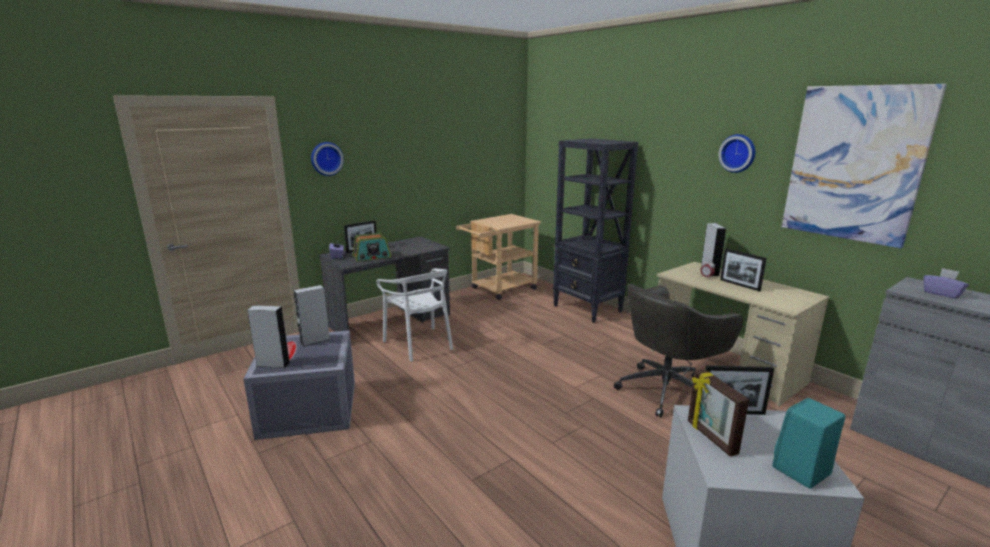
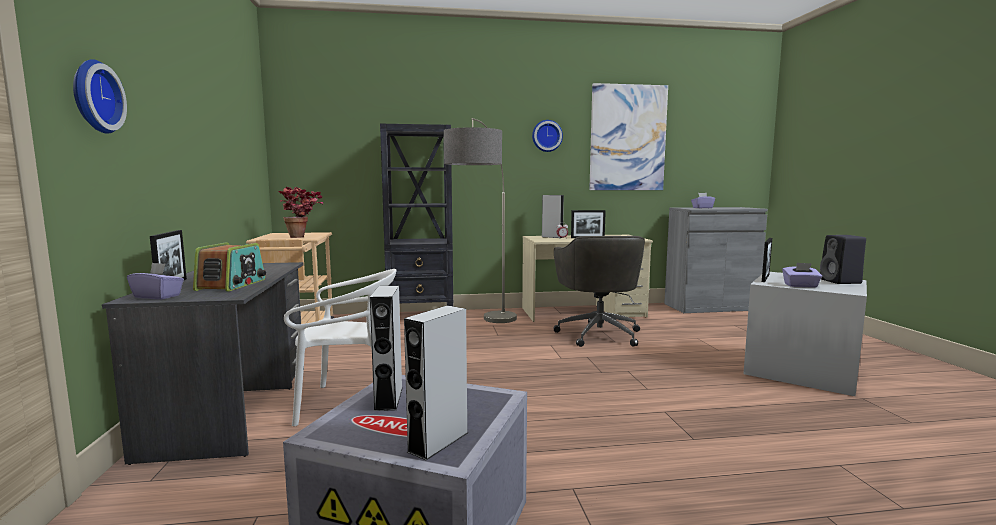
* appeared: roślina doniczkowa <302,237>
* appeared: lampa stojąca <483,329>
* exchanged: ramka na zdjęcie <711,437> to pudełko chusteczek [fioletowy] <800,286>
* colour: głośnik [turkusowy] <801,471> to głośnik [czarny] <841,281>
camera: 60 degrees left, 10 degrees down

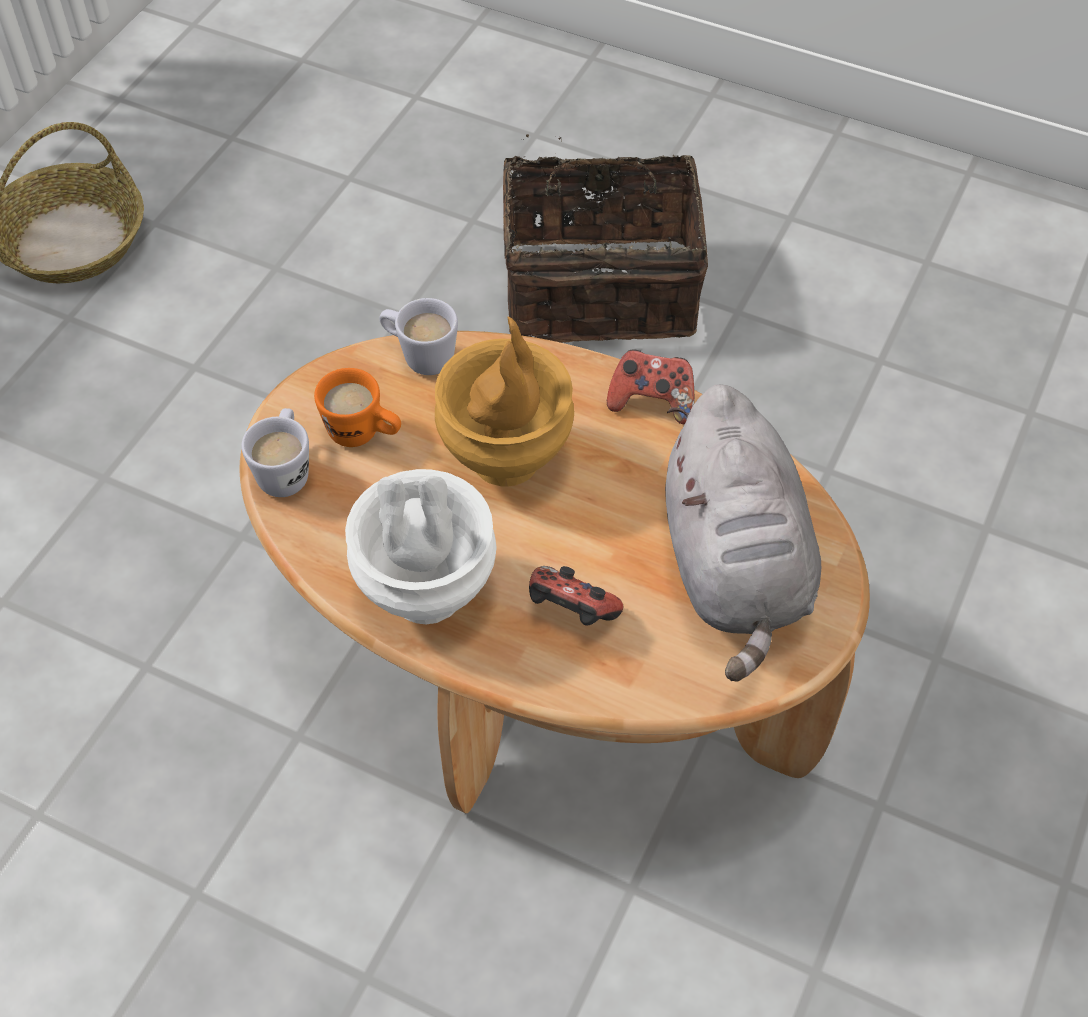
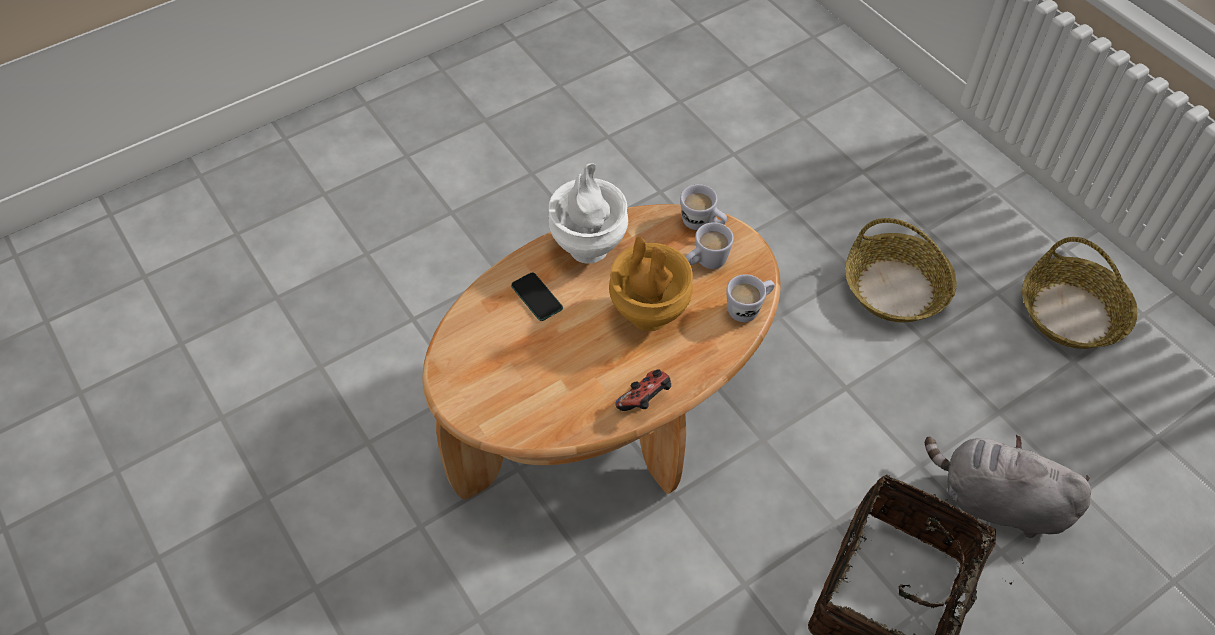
* exchanged: pad do gier <571,612> to telefon <536,297>
* colour: kubek [pomarańczowy] <363,435> to kubek [biały] <705,263>
* appeared: koszyk <896,289>
* relocated: pluszak [szary] <734,568> to <996,502>
camera: 120 degrees right, 0 degrees up

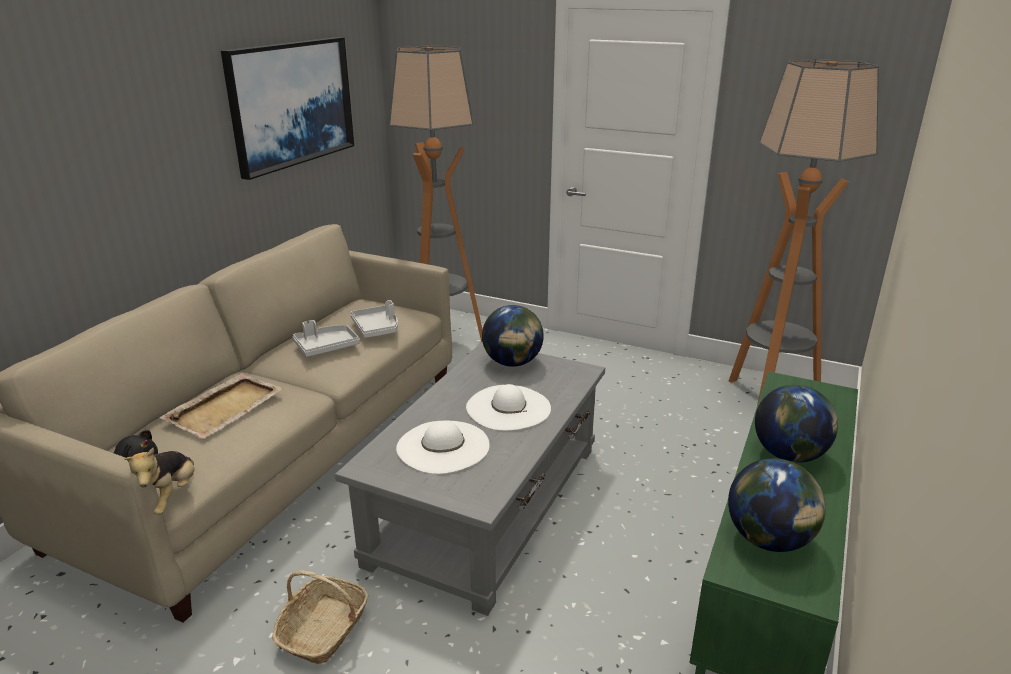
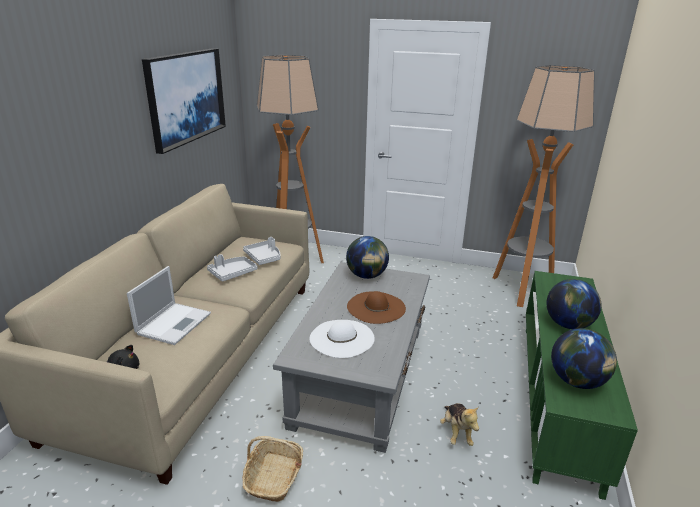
* exchanged: taca [beżowy] <225,407> to laptop <174,323>
* colour: kapelusz [biały] <508,407> to kapelusz [brązowy] <376,307>
* relocated: pluszak <169,498> to <456,432>
camera: 10 degrees left, 0 degrees up

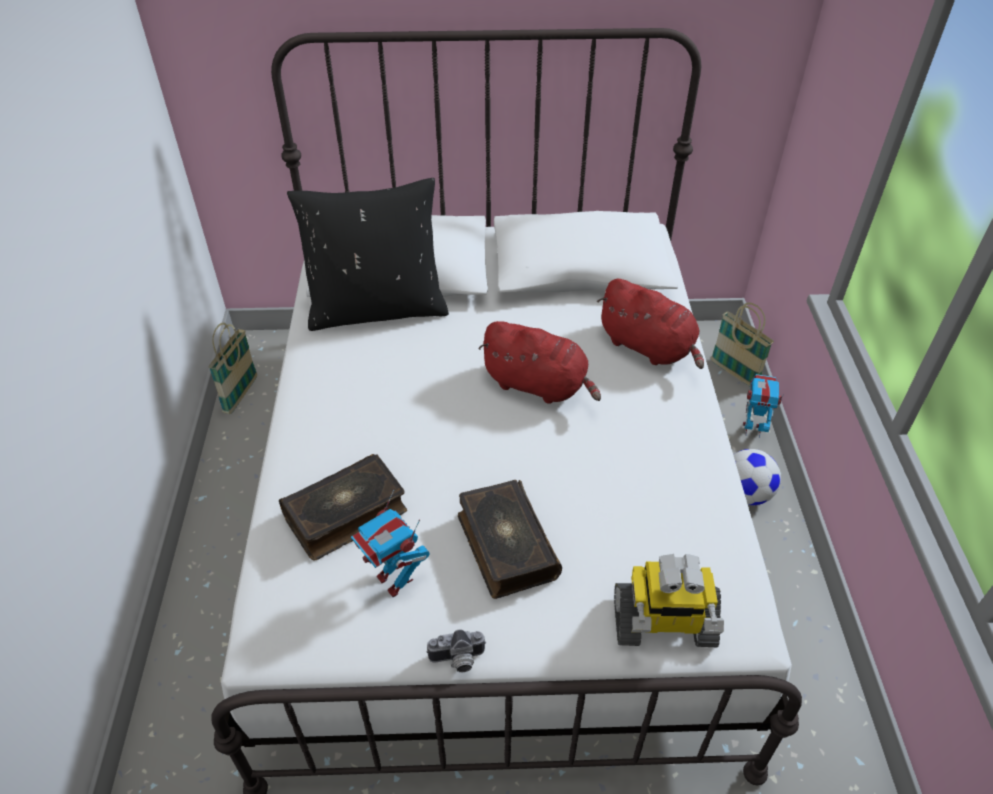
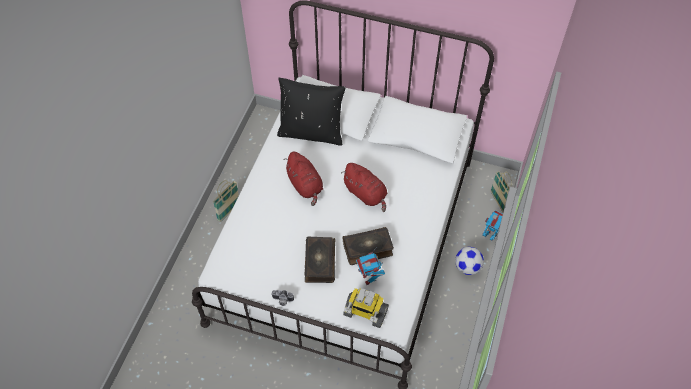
* relocated: koszyk <241,395> to <229,211>
* relocated: pluszak [czerwony] <649,347> to <305,185>
* relocated: książka <346,514> to <368,249>
* relocated: robot zabawkowy <395,580> to <369,278>
camera: 20 degrees right, 10 degrees up

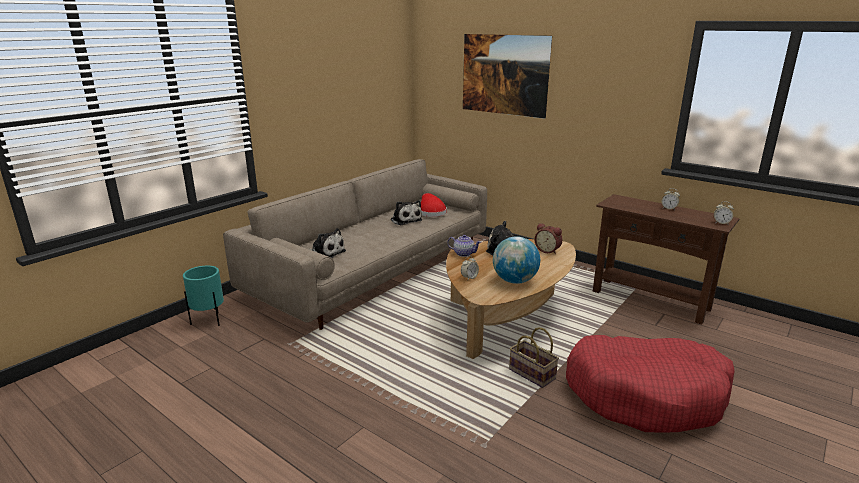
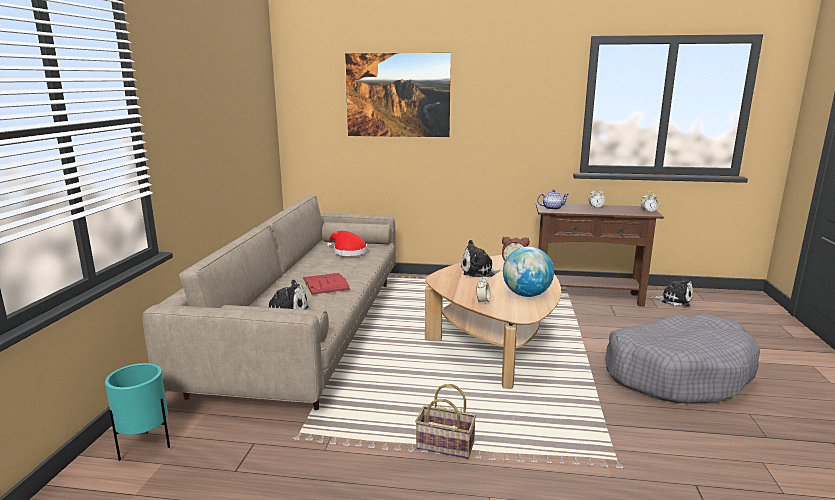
* appeared: książka [czerwony] <325,284>
* relocated: koszyk <530,374> to <443,446>
* relocated: imbryk <463,253> to <552,208>
* colour: legowisko [czerwony] <646,394> to legowisko [szary] <677,373>
* relocated: pluszak <405,220> to <674,300>
camera: 30 degrees left, 5 degrees down

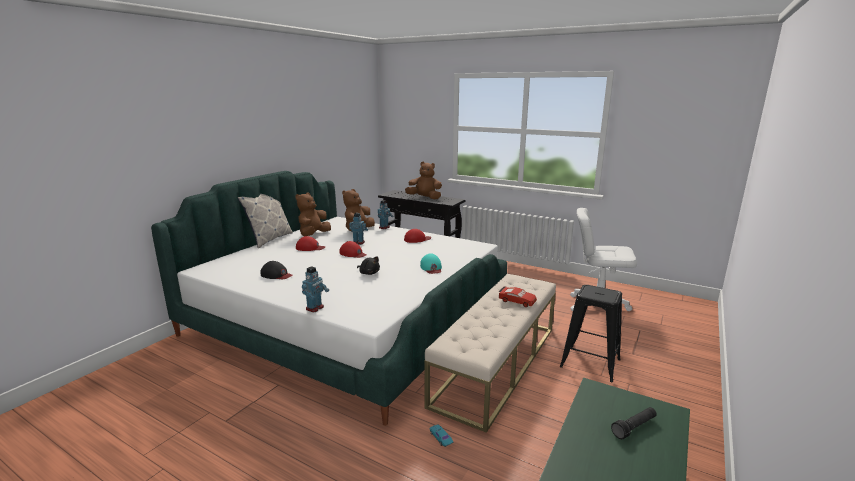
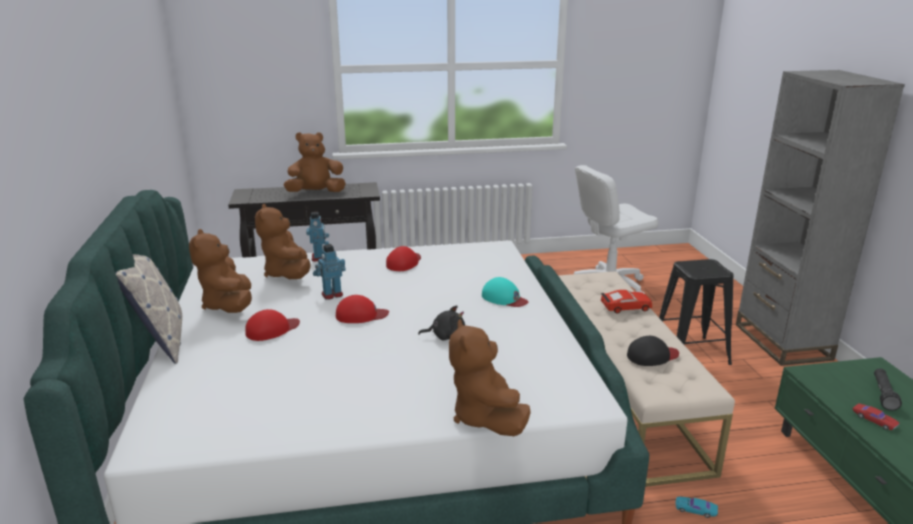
* exchanged: robot zabawkowy <315,308> to pluszak [brązowy] <486,417>
* relocated: czapka z daszkiem [czarny] <276,275> to <652,356>
* appeared: regał [szary] <782,342>
* appeared: samochodzik [czerwony] <874,420>
camera: 40 degrees left, 5 degrees up

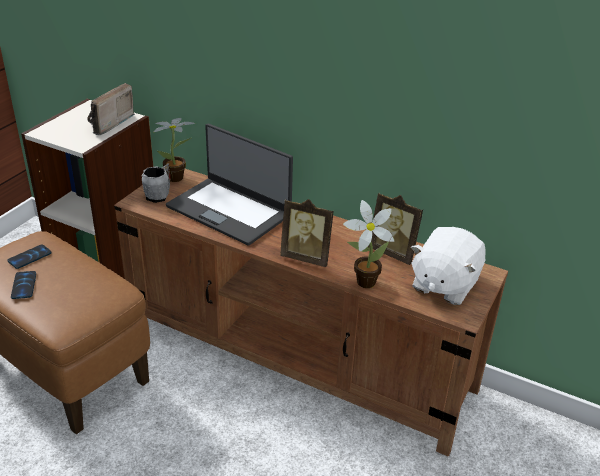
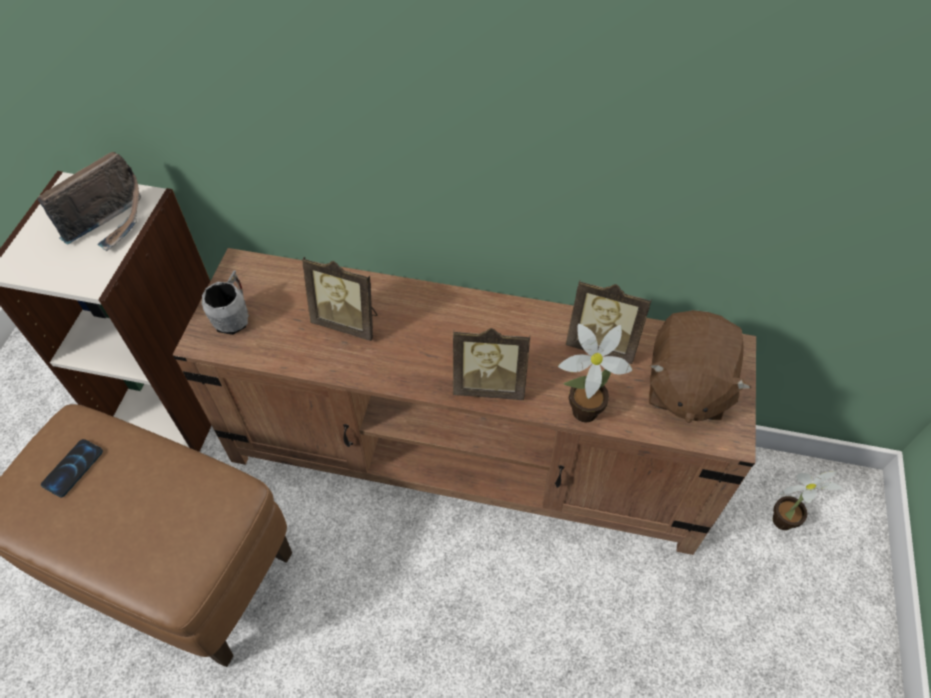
* spun: radio <106,124> = <112,223> 150 degrees counterclockwise
* exchanged: laptop <229,210> to ramka na zdjęcie <348,322>
* colour: pluszak [biały] <443,285> to pluszak [brązowy] <685,386>
* relocated: roślina doniczkowa <178,178> to <786,519>
* missing: telefon <24,285>
camera: 15 degrees left, 20 degrees up

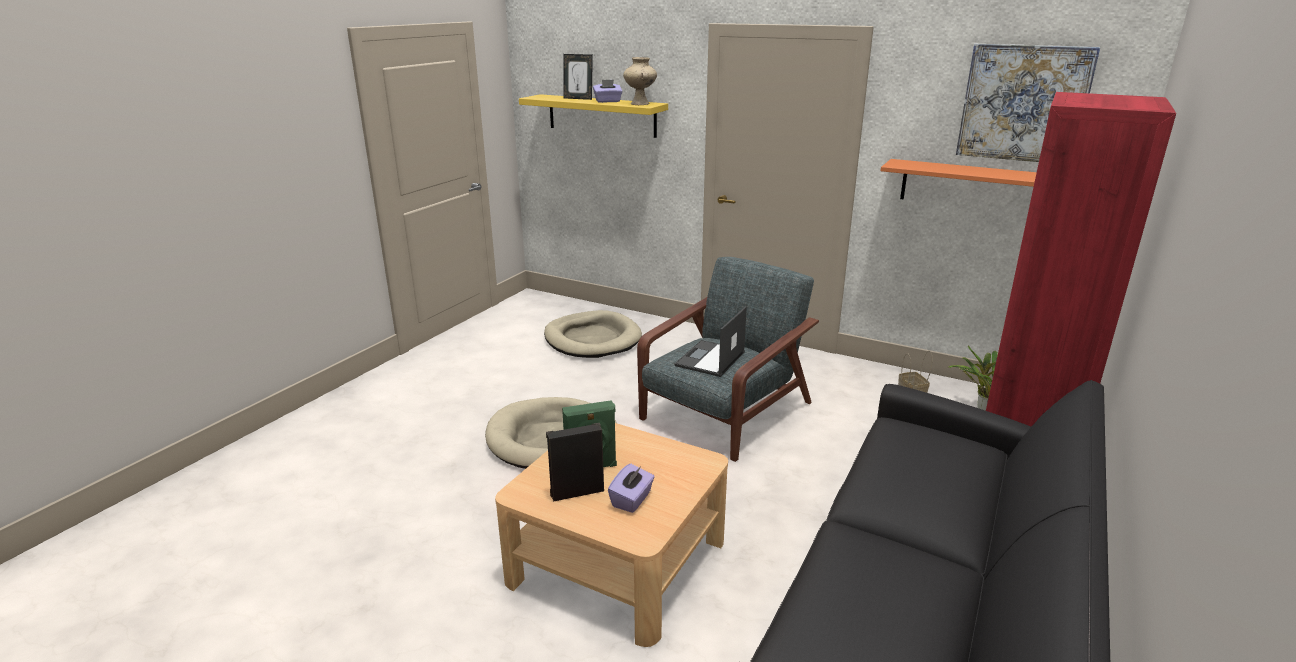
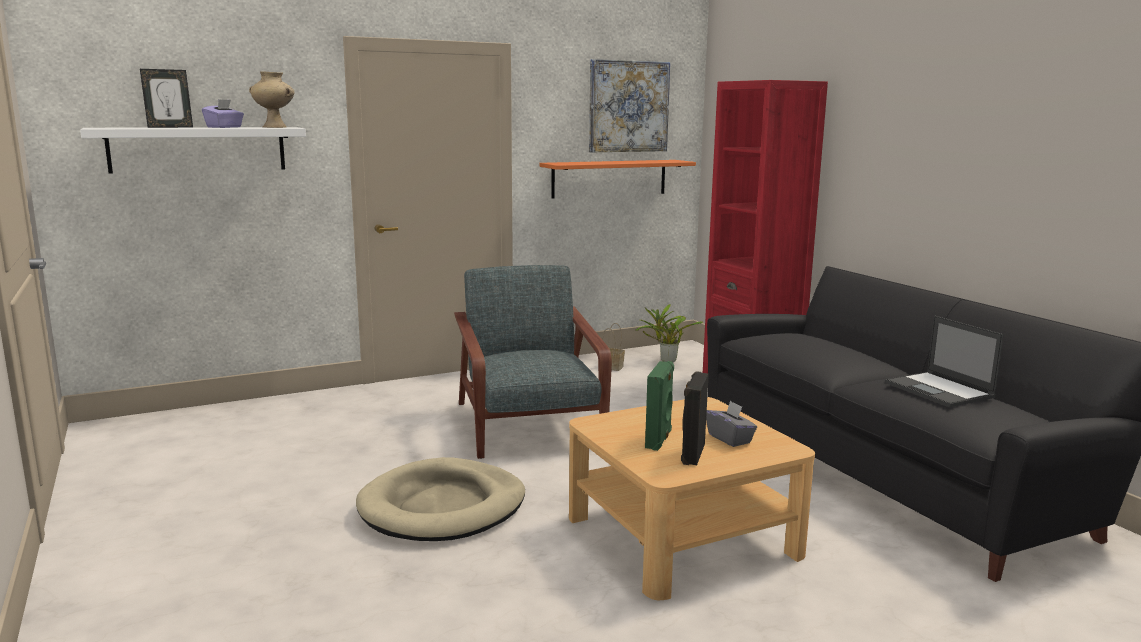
* colour: półka [żółty] <601,115> to półka [biały] <198,149>
* colour: pudełko chusteczek [fioletowy] <632,500> to pudełko chusteczek [szary] <730,439>
* relocated: laptop <710,359> to <940,390>
* missing: legowisko [beżowy] <592,339>
camera: 55 degrees left, 10 degrees down

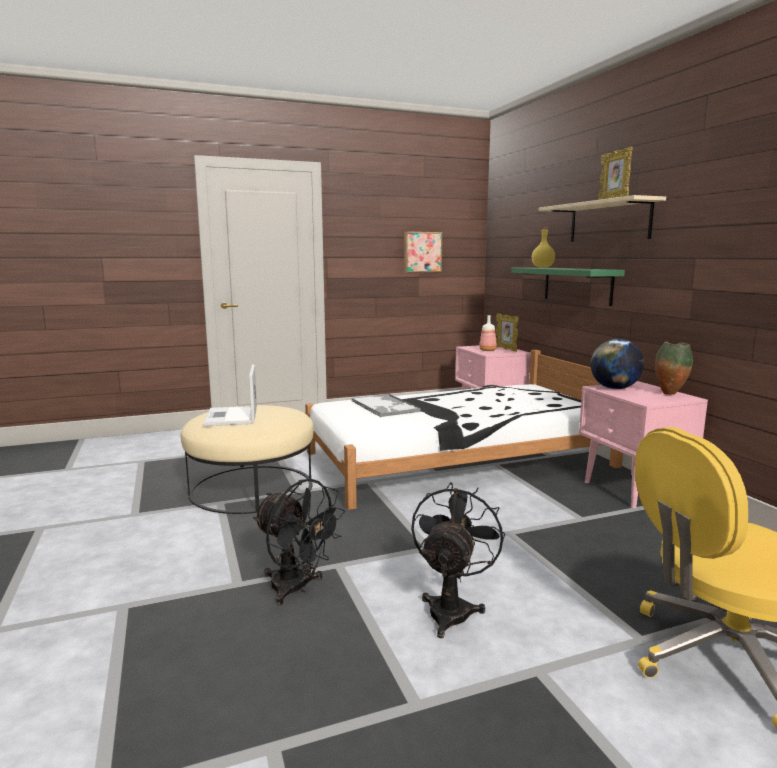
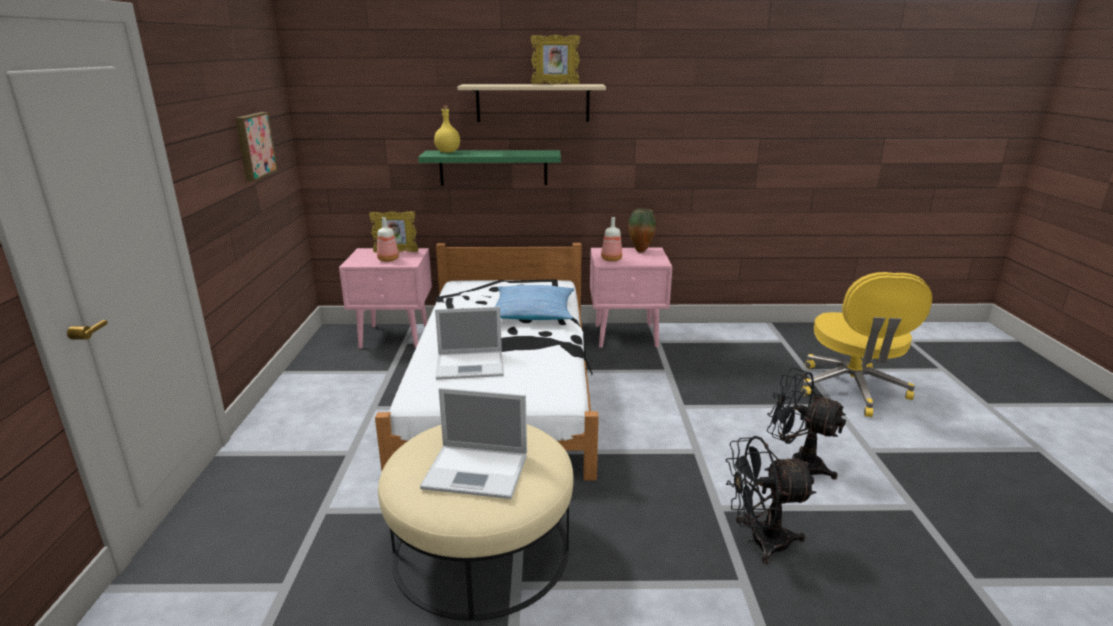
* exchanged: taca <385,406> to laptop <471,365>
* appeared: poduszka <532,313>
* exchanged: globus <614,388> to butelka <611,260>
* spun: wentylator [czarny] <297,588> = <759,541> 150 degrees counterclockwise
camera: 70 degrees left, 10 degrees up

